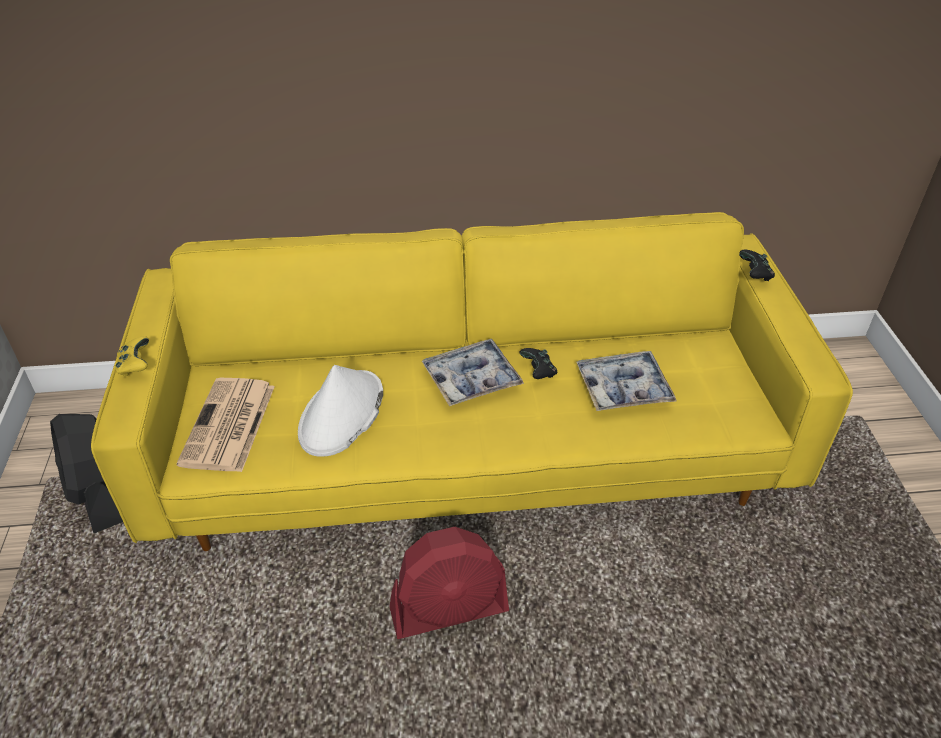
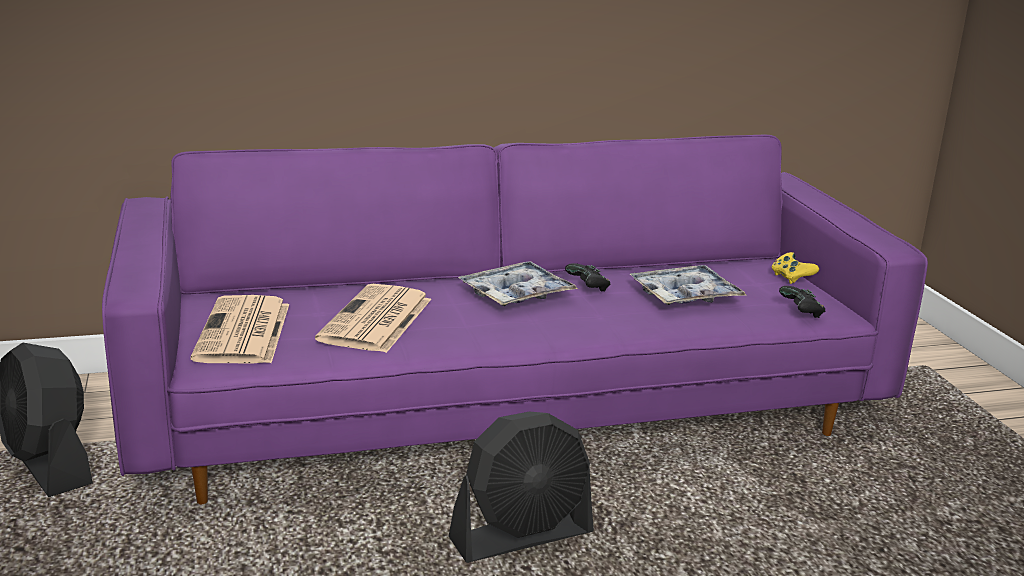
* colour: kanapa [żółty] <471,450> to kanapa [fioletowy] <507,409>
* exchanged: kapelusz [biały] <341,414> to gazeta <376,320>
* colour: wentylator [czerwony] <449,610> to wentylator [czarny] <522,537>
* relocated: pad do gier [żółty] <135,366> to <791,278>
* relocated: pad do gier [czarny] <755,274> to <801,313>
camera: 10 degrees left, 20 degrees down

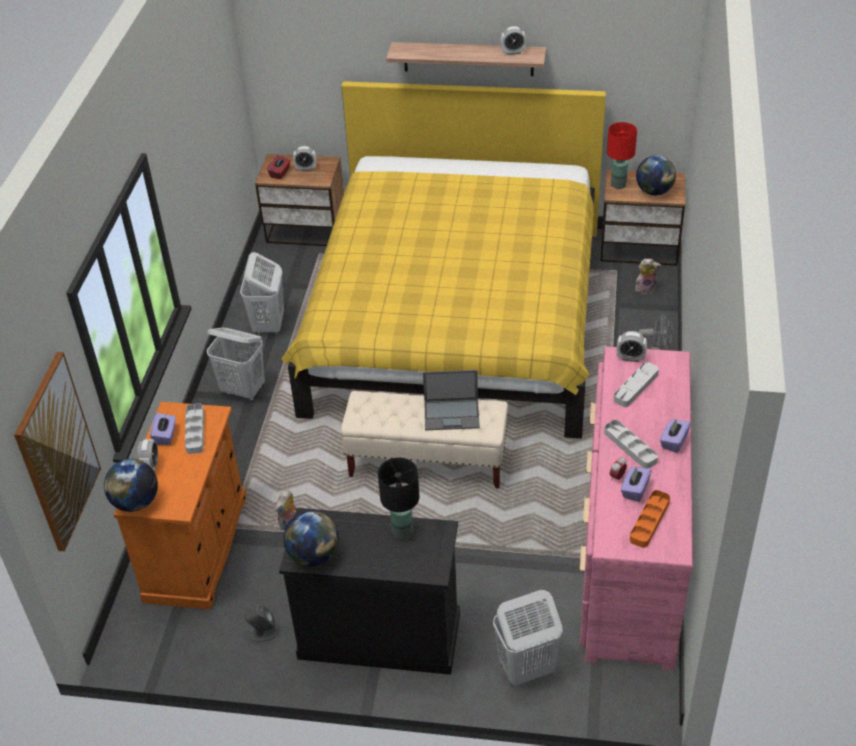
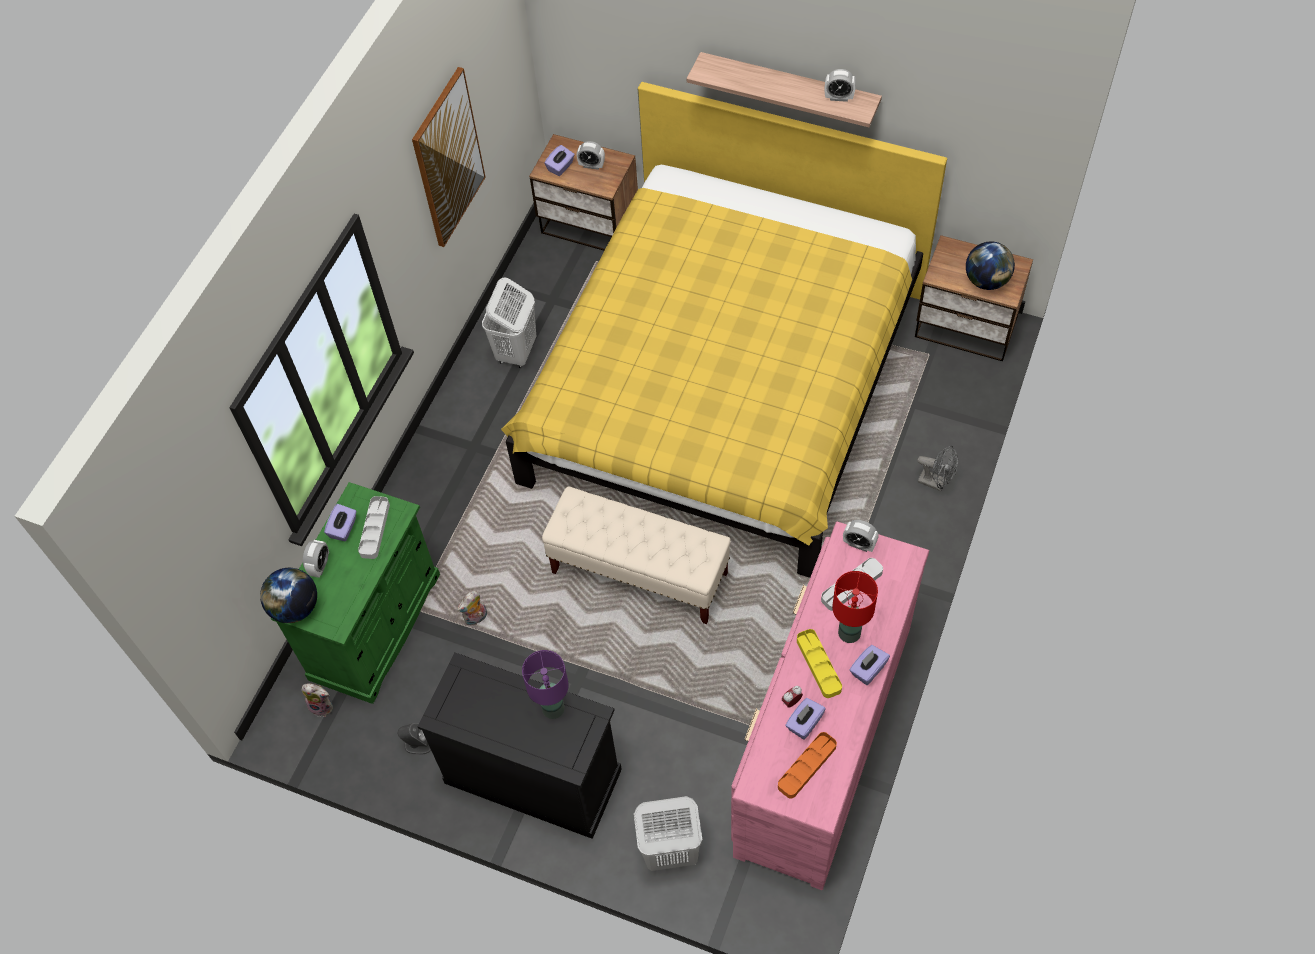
* colour: szafka [pomarańczowy] <197,548> to szafka [zielony] <376,626>
* relocated: pluszak <645,288> to <322,705>
* relocated: obraz <57,452> to <448,158>
* colour: lampa stołowa [czarny] <402,532> to lampa stołowa [fioletowy] <552,708>
* colour: pudełko chusteczek [czerwony] <280,173> to pudełko chusteczek [fioletowy] <560,167>
* colour: taca [szary] <630,446> to taca [żółty] <818,665>
* relocated: lampa stołowa [czerwony] <618,184> to <850,633>
* missing: kosz na pranie [biały] <243,390>
* missing: globus <314,556>
* missing: laptop <452,414>
camera: 15 degrees right, 15 degrees up

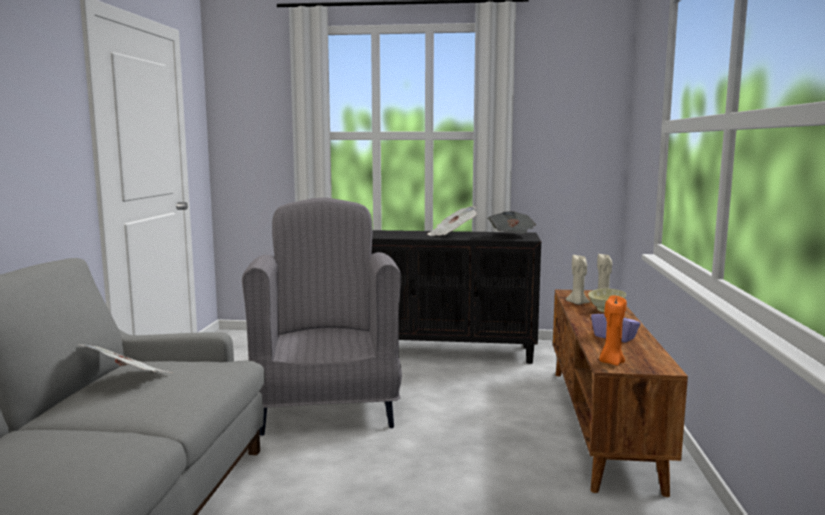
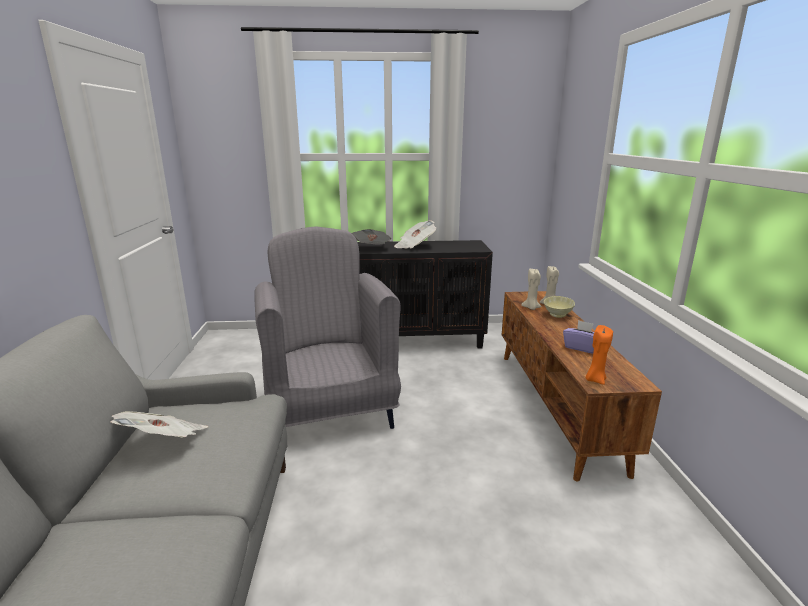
* relocated: gazeta <512,236> to <372,248>
camera: 10 degrees left, 10 degrees up

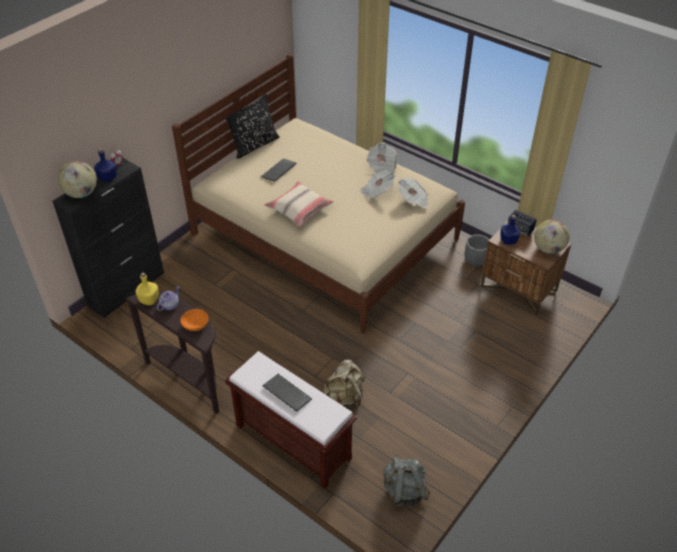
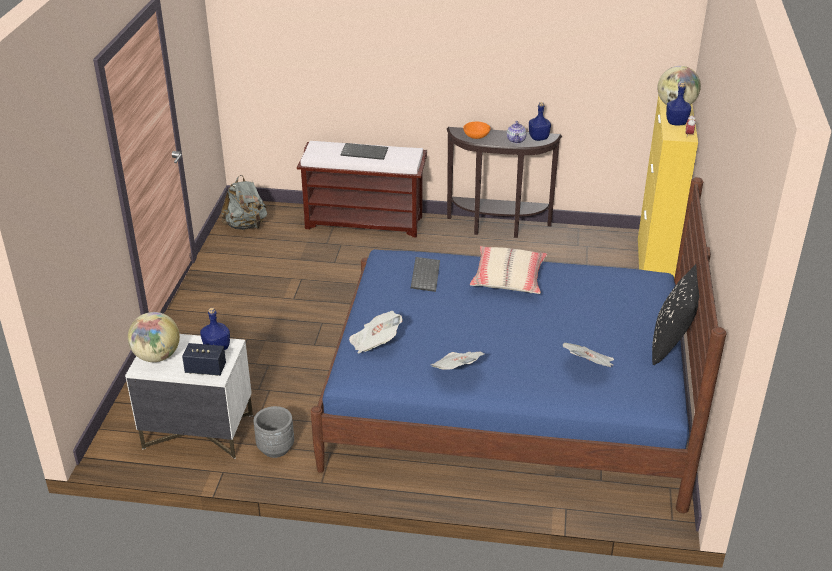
* colour: szafka nocna [brązowy] <519,289> to szafka nocna [biały] <197,431>
* colour: łóżko [beżowy] <325,236> to łóżko [niebieski] <507,402>
* relocated: klawiatura <279,171> to <424,275>
* colour: butelka [żółty] <149,300> to butelka [niebieski] <538,138>
* relocated: gazeta <377,191> to <589,366>
* colour: szafka [czarny] <127,289> to szafka [żółty] <654,266>
* missing: plecak [beżowy] <345,397>
camera: 150 degrees right, 10 degrees down

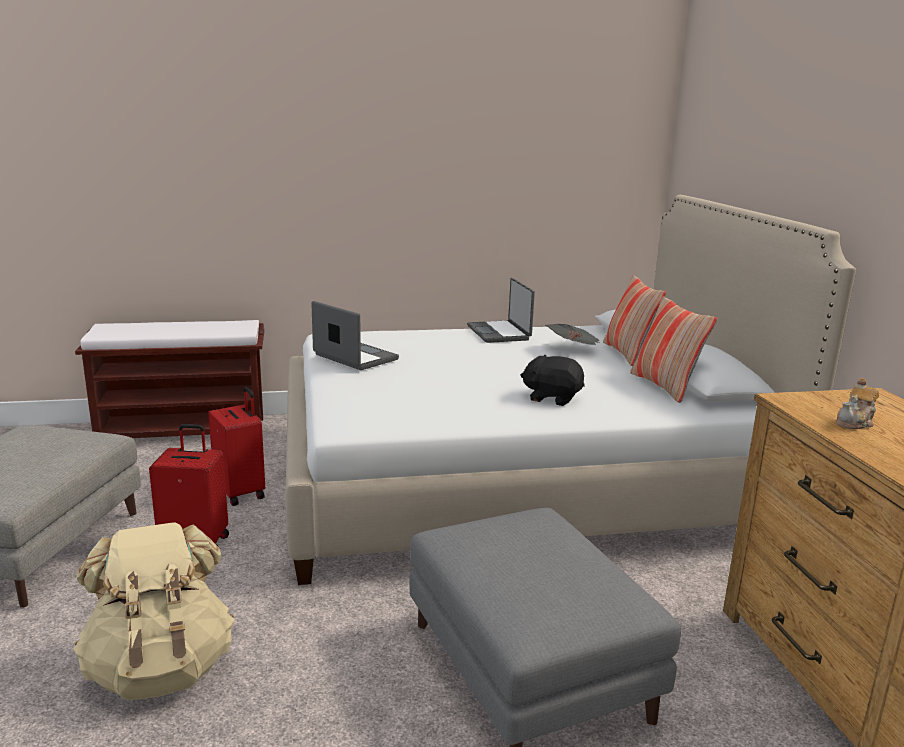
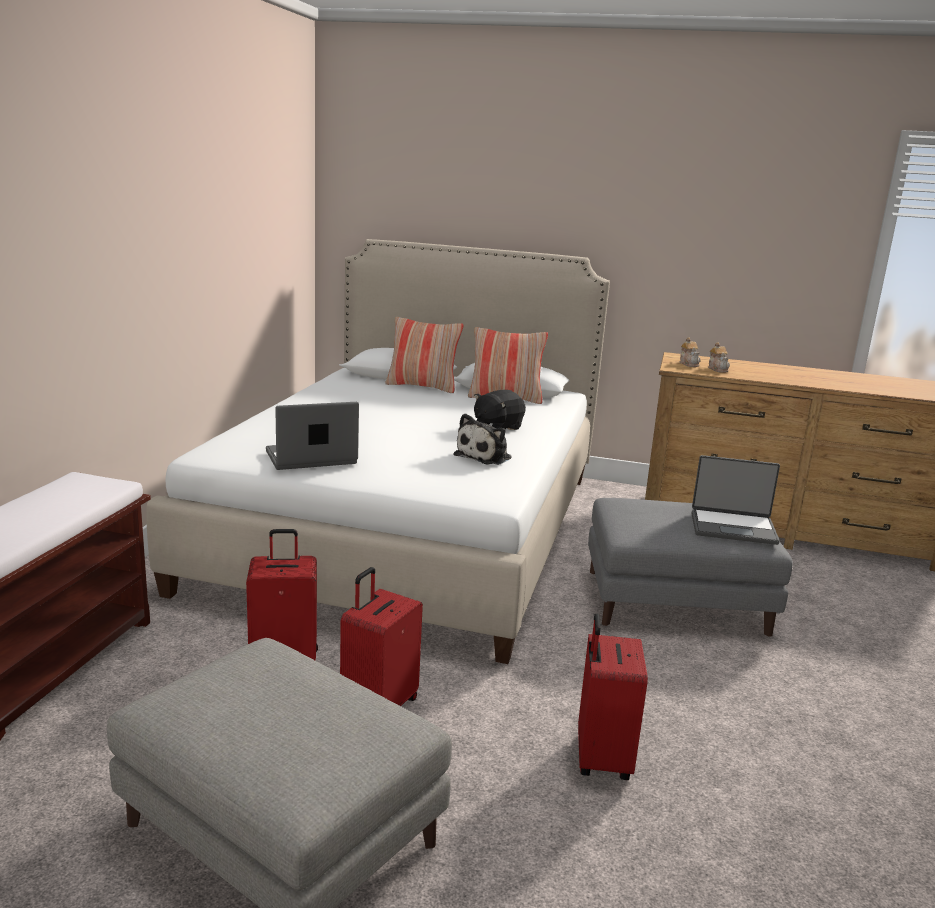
* appeared: pluszak <485,456>
* exchanged: plecak [beżowy] <161,668> to walizka [czerwony] <600,758>
* appeared: imbryk <689,364>
* relocated: laptop <499,333> to <733,527>
* missing: gazeta <573,349>
camera: 65 degrees left, 0 degrees up

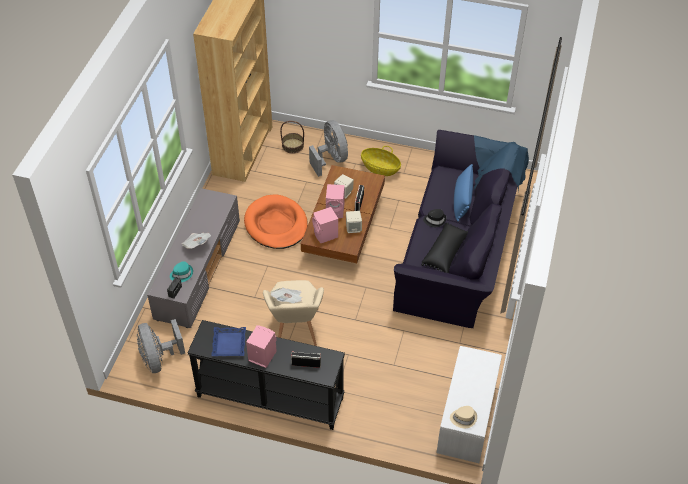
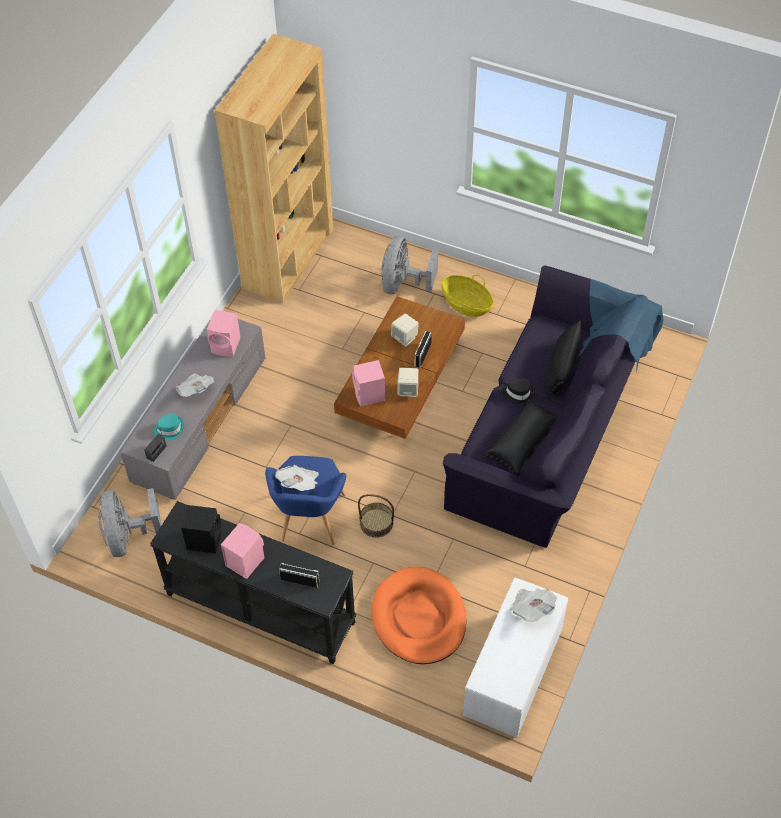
* exchanged: taca [niebieski] <228,344> to głośnik [czarny] <205,539>
* relocated: głośnik [różowy] <336,211> to <227,345>
* colour: fotel [beżowy] <295,332> to fotel [niebieski] <310,522>
* relocated: koszyk <293,145> to <376,523>
* relocated: legowisko [pomarańczowy] <276,224> to <419,618>
* spun: wentylator [szary] <331,159> = <403,284> 150 degrees counterclockwise
* appeared: gazeta <532,608>
* colour: poduszka [niebieski] <462,200> to poduszka [czarny] <561,368>
* missing: kapelusz [beżowy] <463,418>
camera: 10 degrees right, 5 degrees up

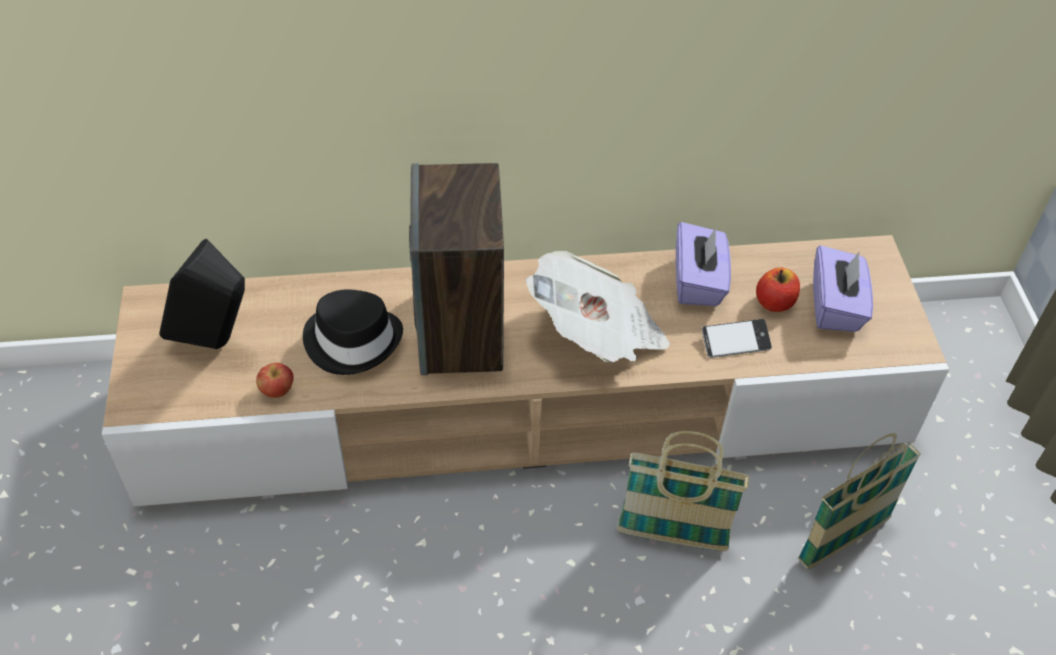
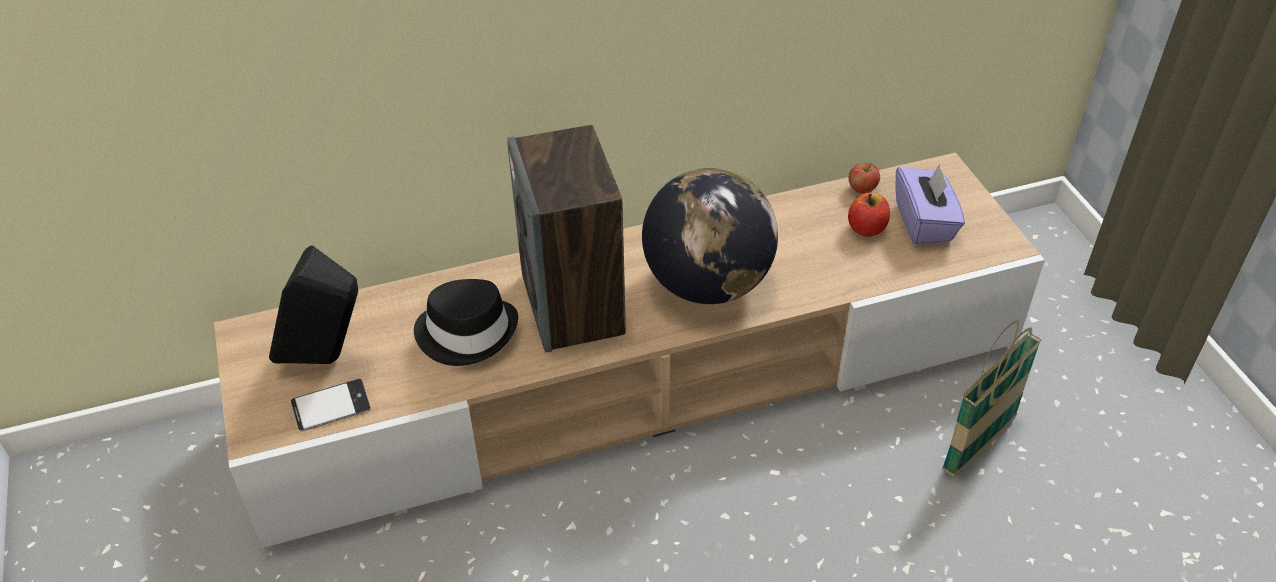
* relocated: telefon <735,342> to <332,409>
* exchanged: gazeta <597,333> to globus <707,284>
* relocated: jabłko <277,390> to <862,189>
* missing: koszyk <672,537>
* missing: pudełko chusteczek [fioletowy] <698,282>
camera: 10 degrees left, 5 degrees down

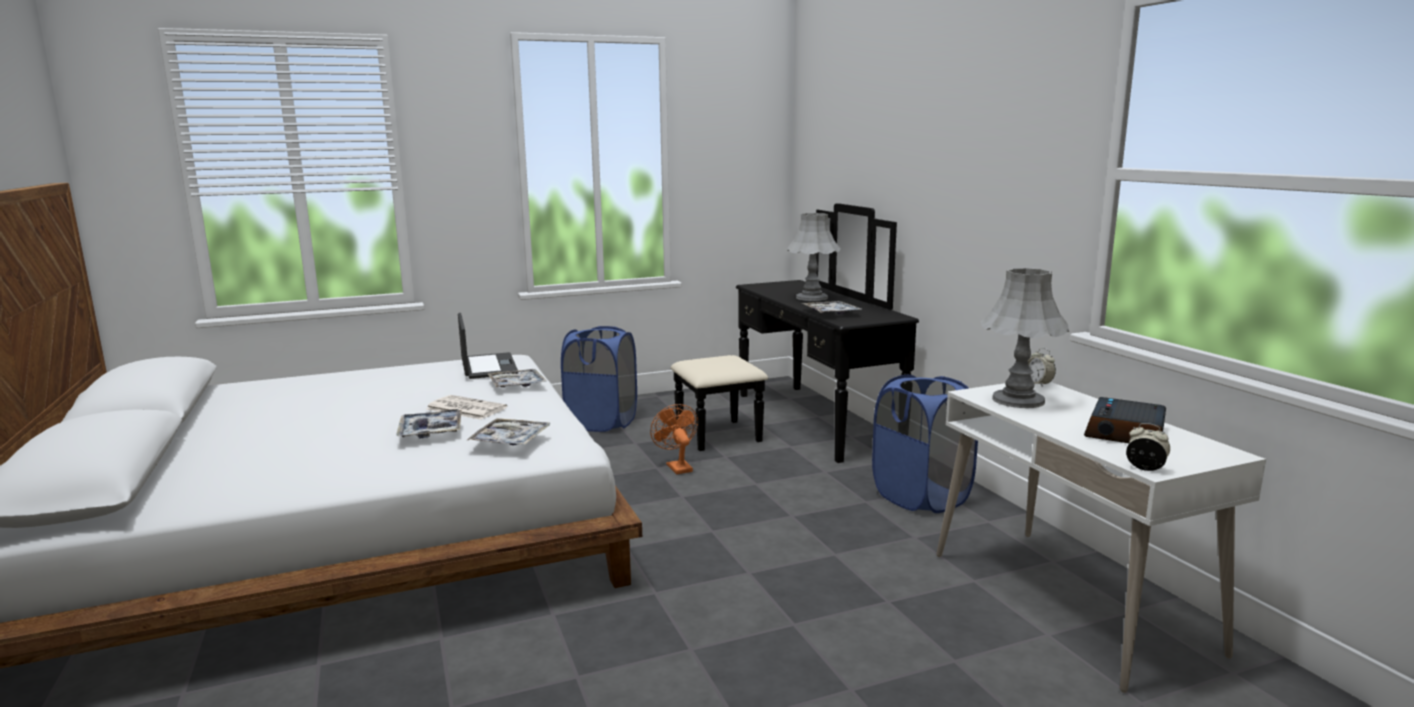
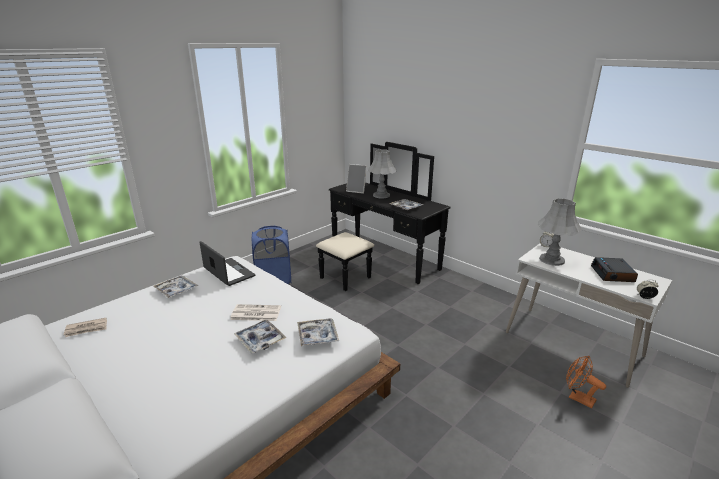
* appeared: gazeta <87,329>
* relocated: taca <517,385> to <176,290>
* appeared: ramka na zdjęcie <357,190>
* relocated: wentylator [pomarańczowy] <676,466> to <577,398>
* missing: kosz na pranie [niebieski] <921,497>
camera: 25 degrees left, 10 degrees up

